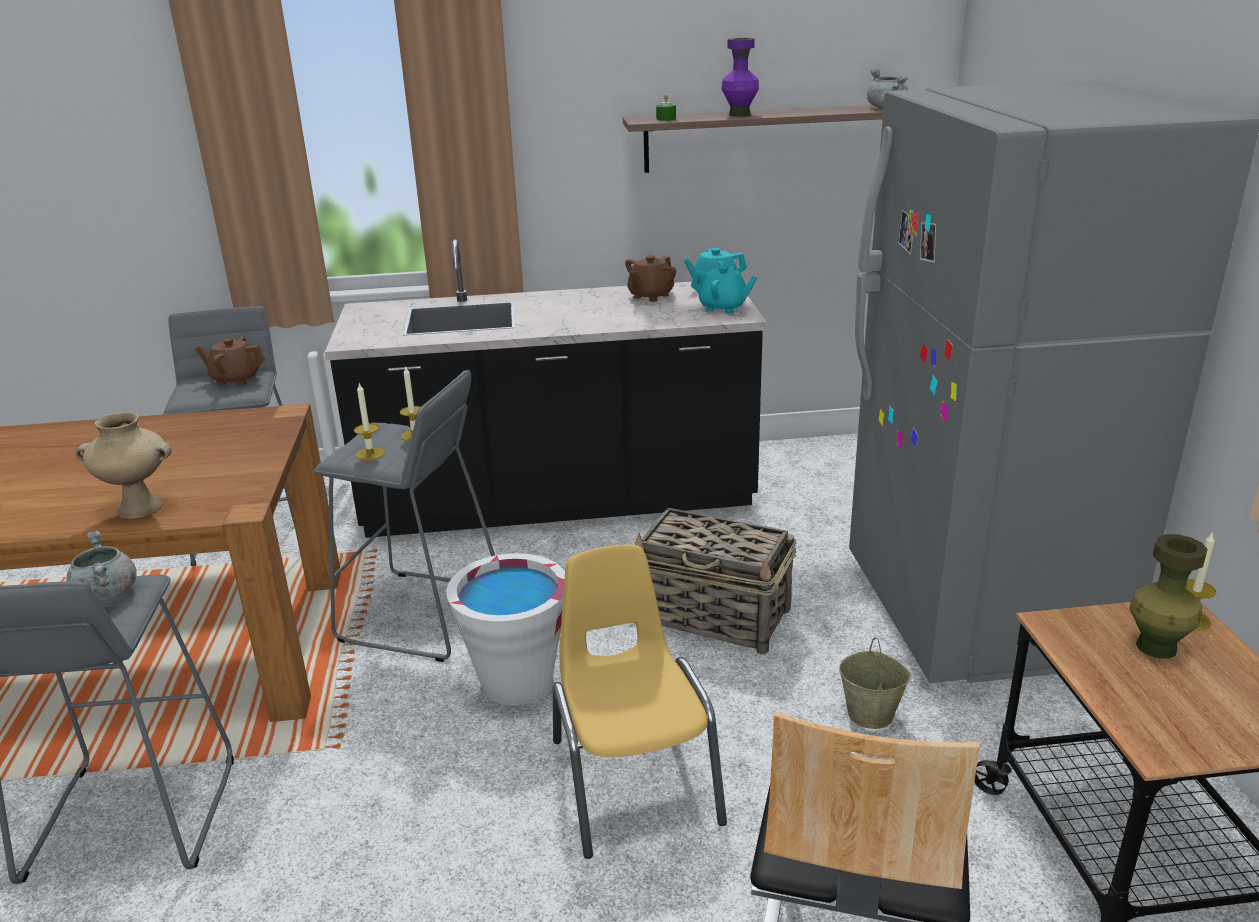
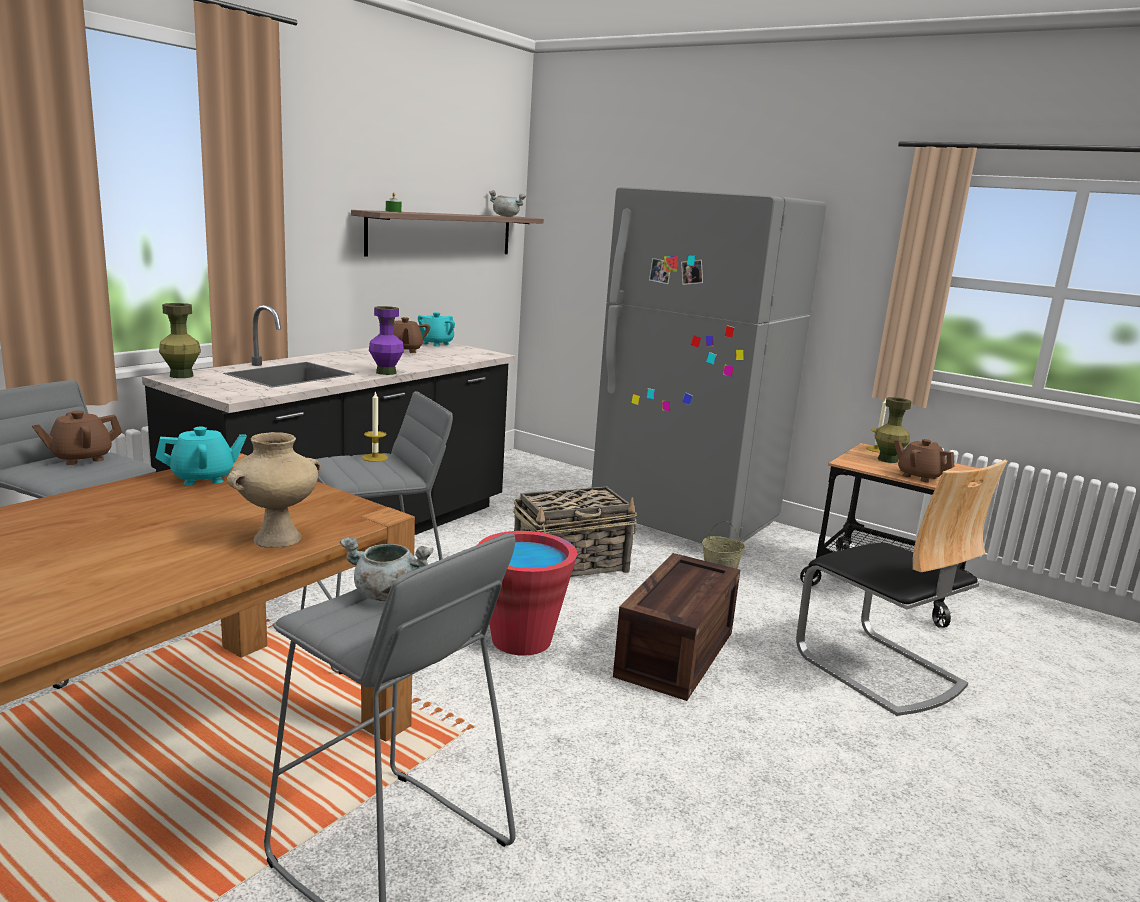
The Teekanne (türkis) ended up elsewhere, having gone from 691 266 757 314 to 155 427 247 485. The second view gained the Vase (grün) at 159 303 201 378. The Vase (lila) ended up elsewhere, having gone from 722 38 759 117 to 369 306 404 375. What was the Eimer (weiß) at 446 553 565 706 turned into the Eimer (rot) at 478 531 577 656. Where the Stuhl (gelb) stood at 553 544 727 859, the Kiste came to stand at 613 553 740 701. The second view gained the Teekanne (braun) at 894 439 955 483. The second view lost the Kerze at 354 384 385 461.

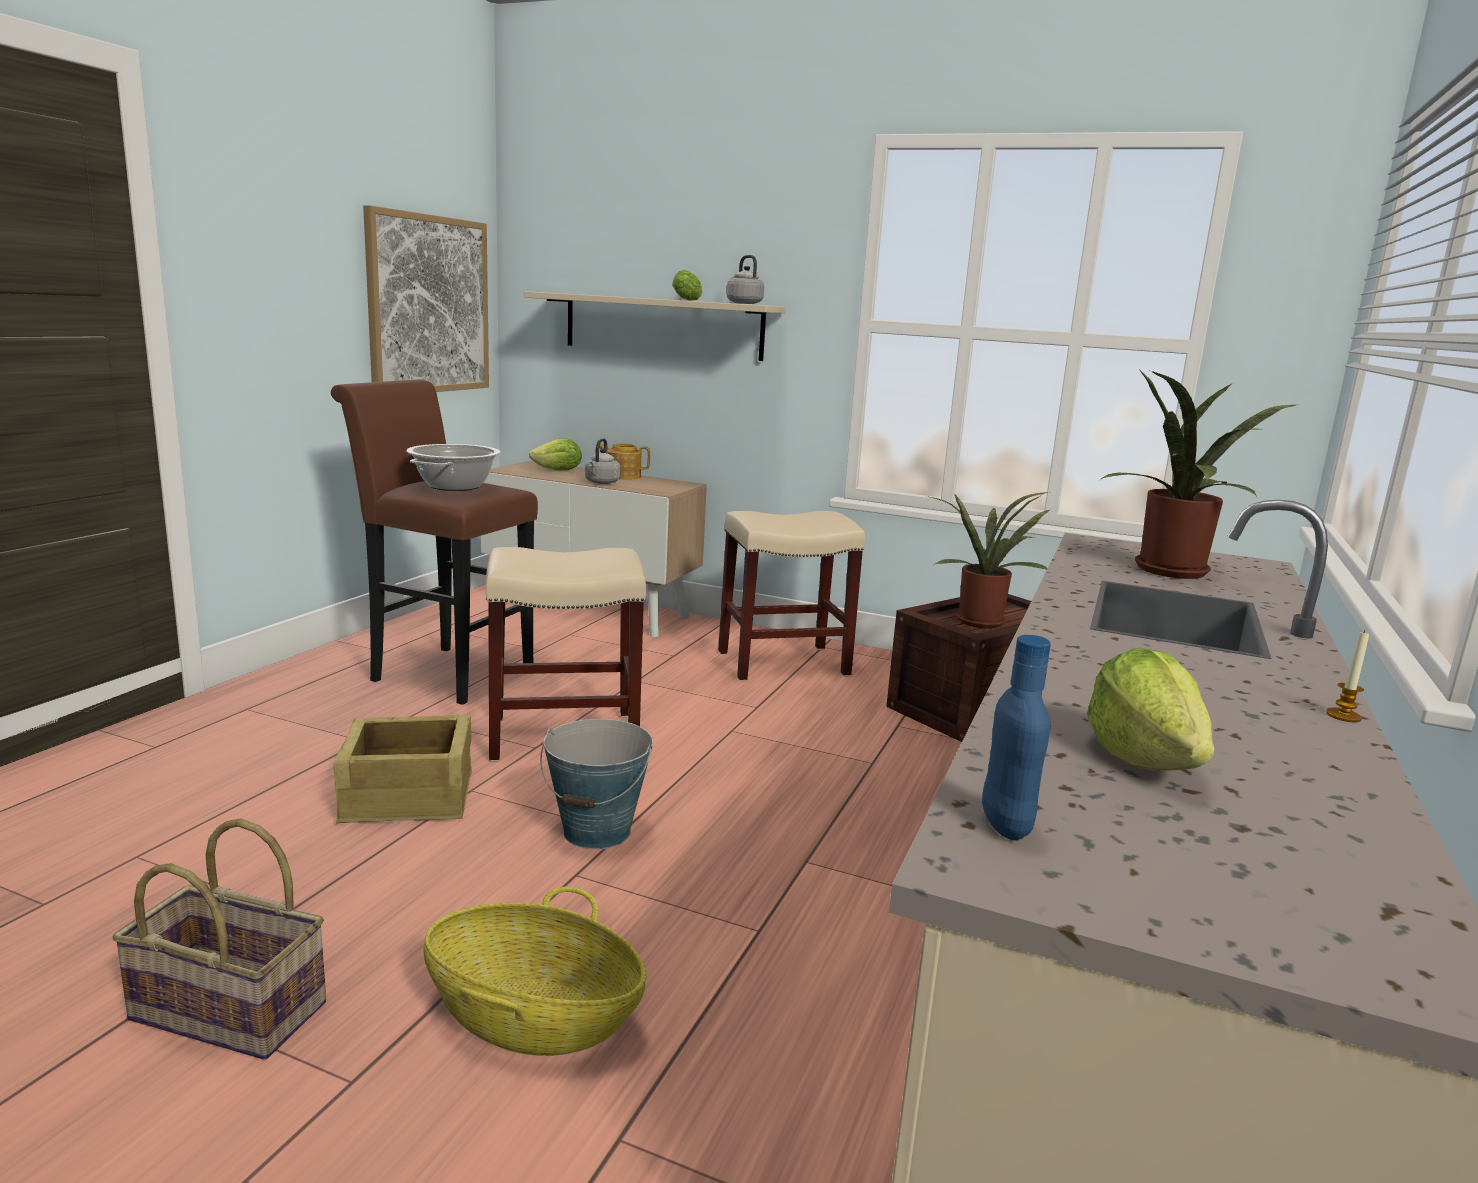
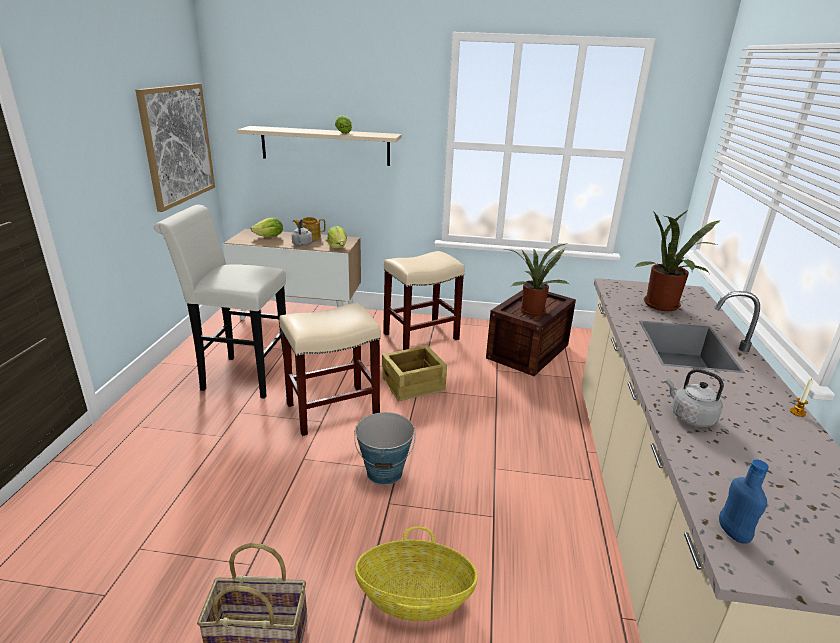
What was the Hocker (braun) at 331 379 538 705 turned into the Hocker (weiß) at 154 205 286 399. The Salatkopf ended up elsewhere, having gone from 1087 647 1214 771 to 327 226 347 249. The Kiste ended up elsewhere, having gone from 333 715 472 824 to 382 345 447 402. The Wasserkessel (grau) ended up elsewhere, having gone from 726 255 764 304 to 666 369 724 427. The second view lost the Kochtopf at 406 444 501 491.

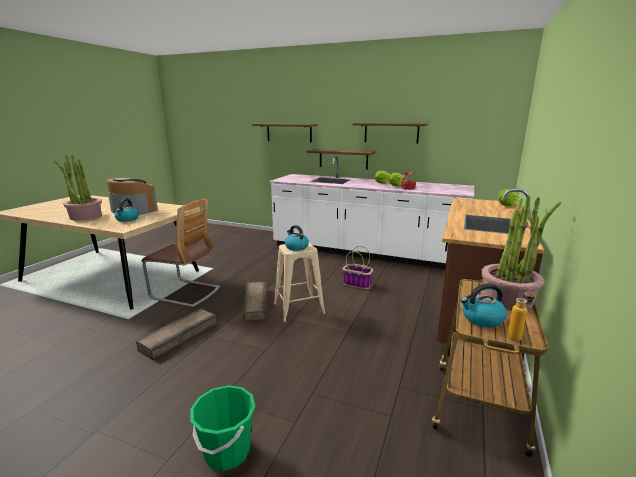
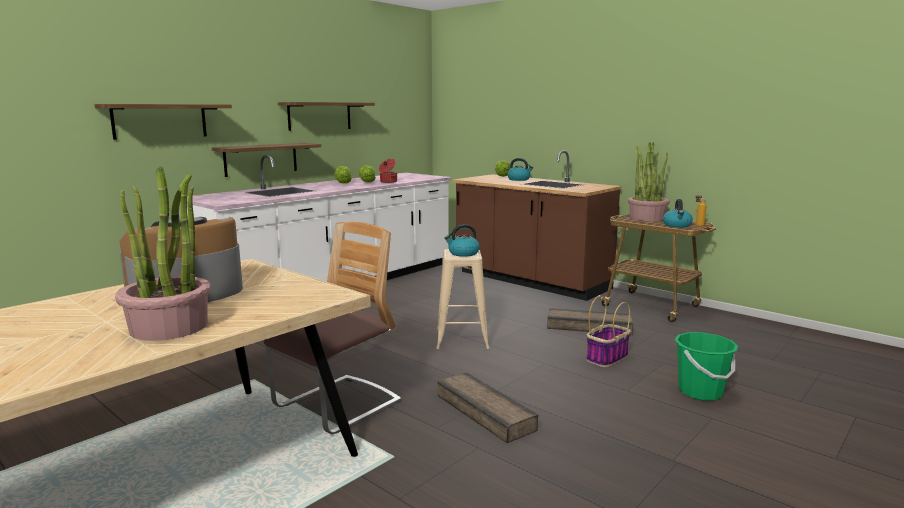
The Wasserkessel ended up elsewhere, having gone from 115 199 139 222 to 508 158 533 181. The Kiste ended up elsewhere, having gone from 243 282 267 322 to 547 308 634 335. The Korb ended up elsewhere, having gone from 343 246 373 289 to 586 296 631 367.

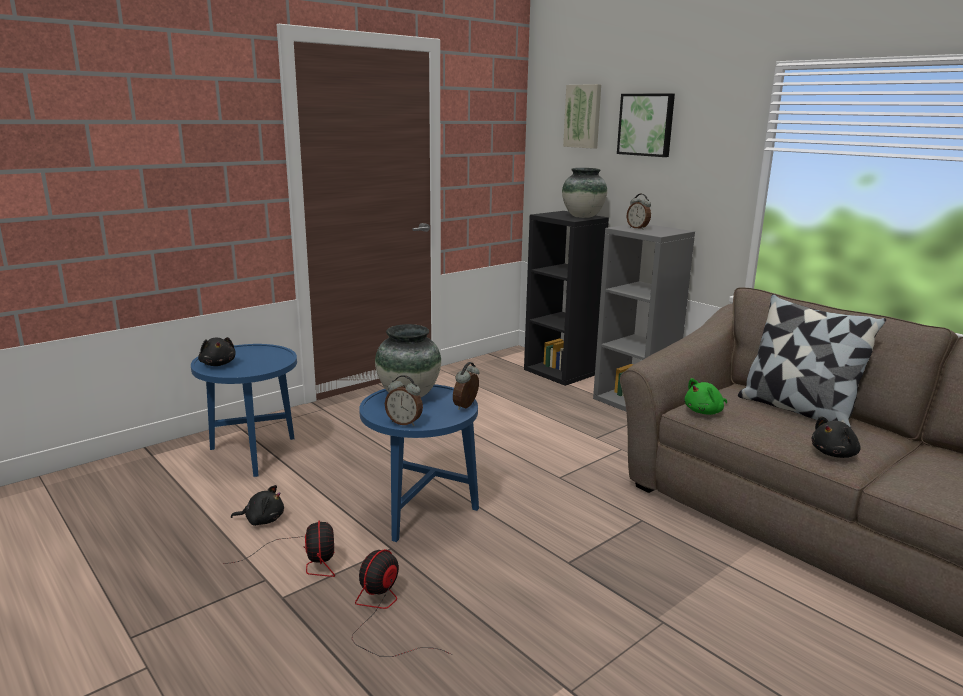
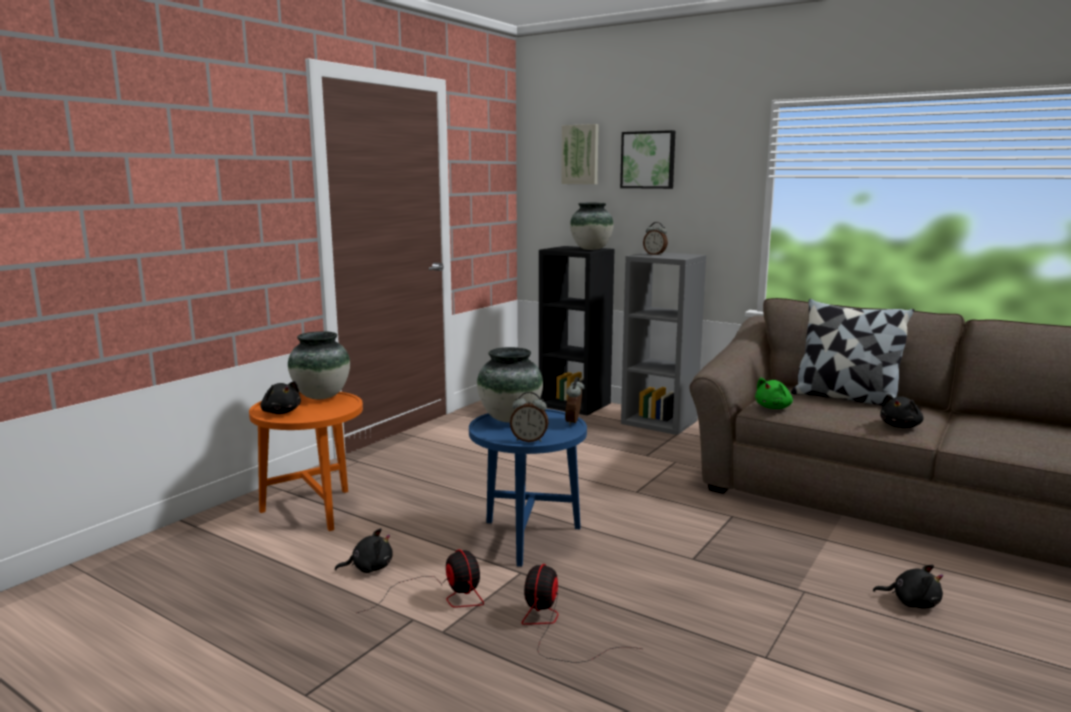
What was the Beistelltisch (blau) at 191 344 297 477 turned into the Beistelltisch (orange) at 249 392 363 531. The second view gained the Vase at 288 331 350 399. The second view gained the Plüschtier (schwarz) at 873 565 943 609.

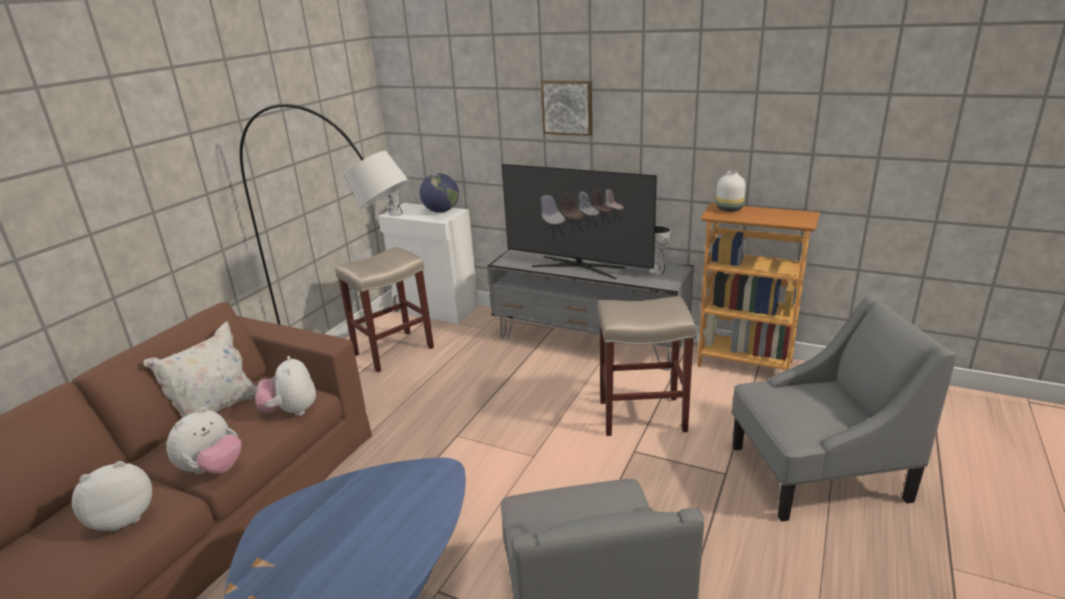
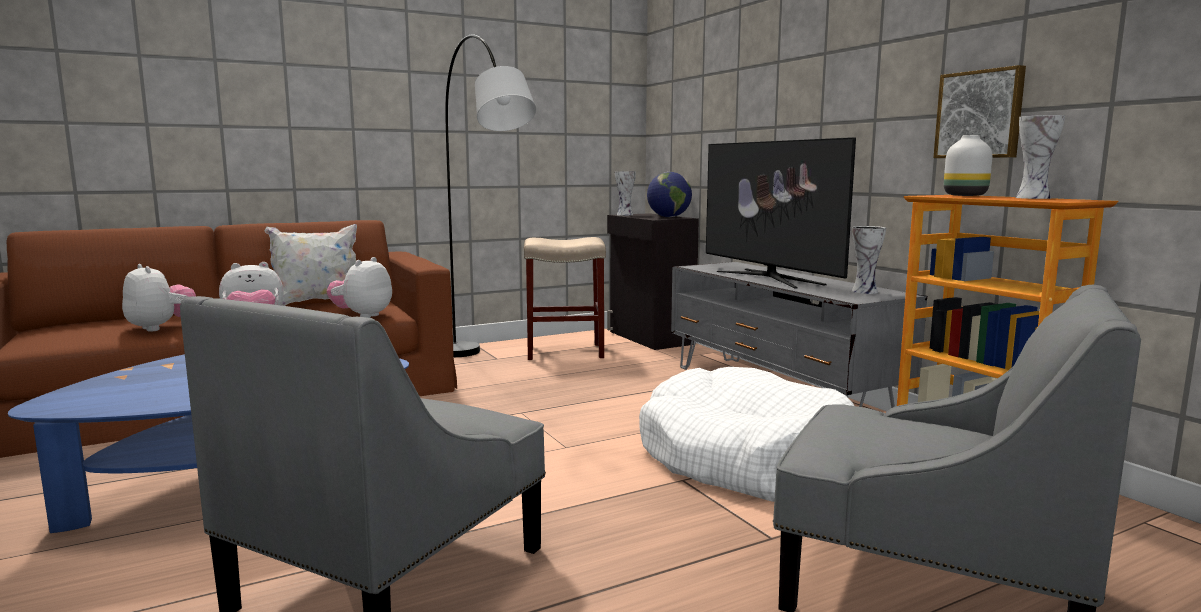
The Plüschtier at 72 461 152 532 ended up facing another way, 45 degrees clockwise from before. What was the Schrank (weiß) at 378 203 478 324 turned into the Schrank (schwarz) at 607 213 699 350. Where the Hocker (beige) stood at 598 296 696 436, the Hundebett (weiß) came to stand at 639 367 854 502. The Bild ended up elsewhere, having gone from 541 81 592 136 to 933 65 1026 158. The second view gained the Vase at 1016 115 1065 199.

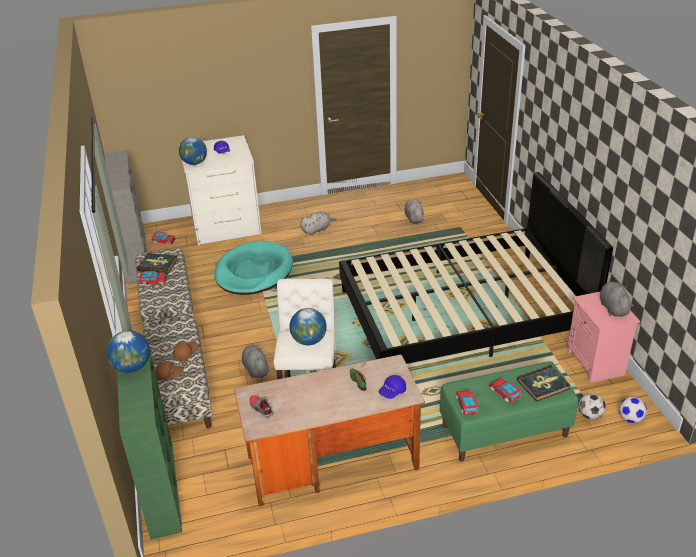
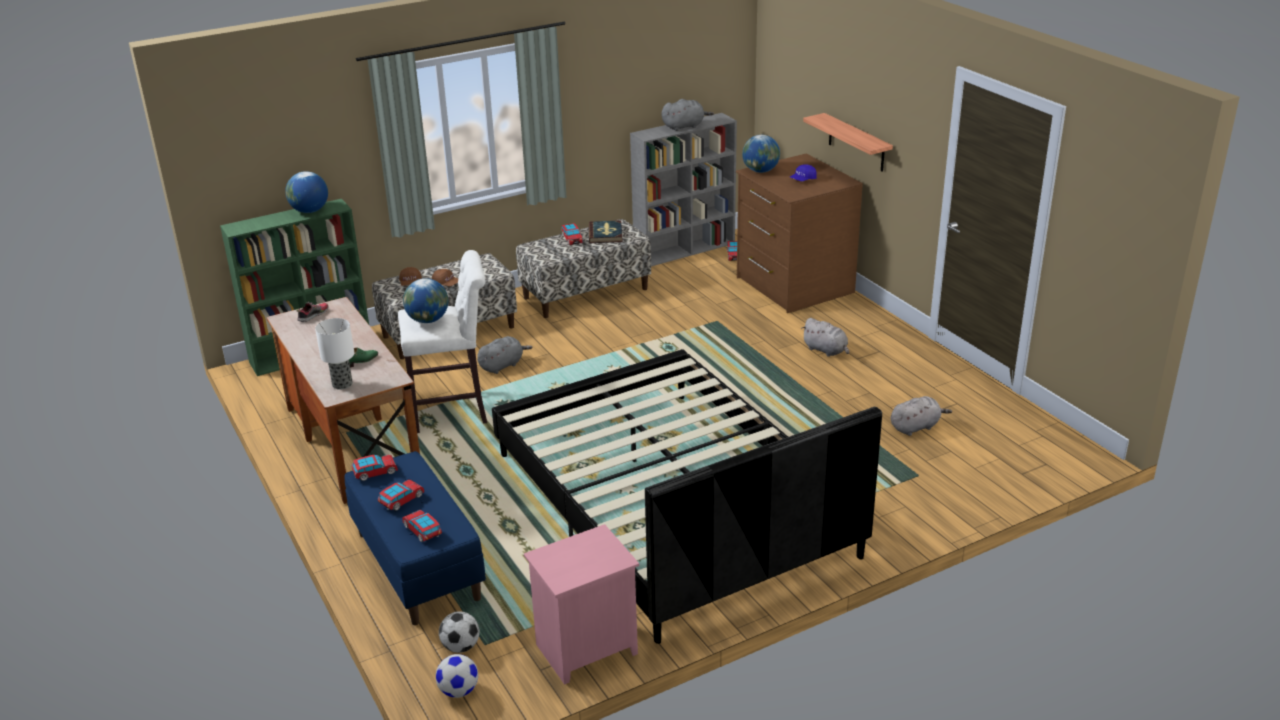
Where the Kappe (blau) stood at 379 375 406 399, the Tischlampe came to stand at 315 318 354 390. What was the Bank (grün) at 440 361 578 462 turned into the Bank (blau) at 345 451 486 625. Where the Buch stood at 517 365 570 402, the Spielzeugauto came to stand at 402 510 442 542. The Plüschtier (grau) ended up elsewhere, having gone from 600 282 634 317 to 662 99 714 131. What was the Kommode (weiß) at 179 135 262 246 turned into the Kommode (braun) at 736 154 863 313. The second view gained the Wandregal at 803 113 893 172. The second view lost the Hundebett (türkis) at 214 241 293 295.

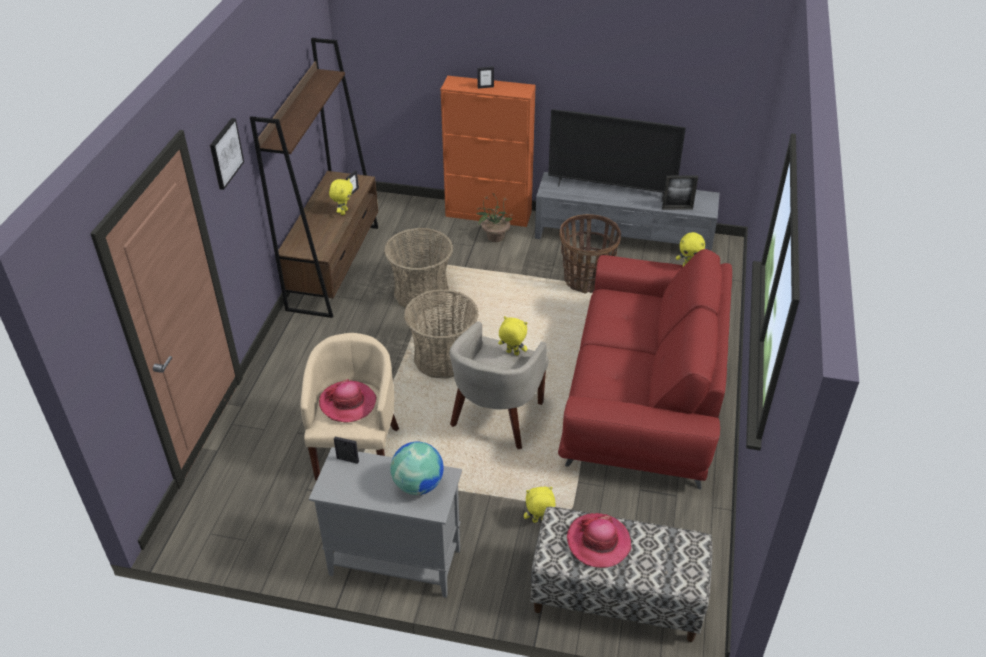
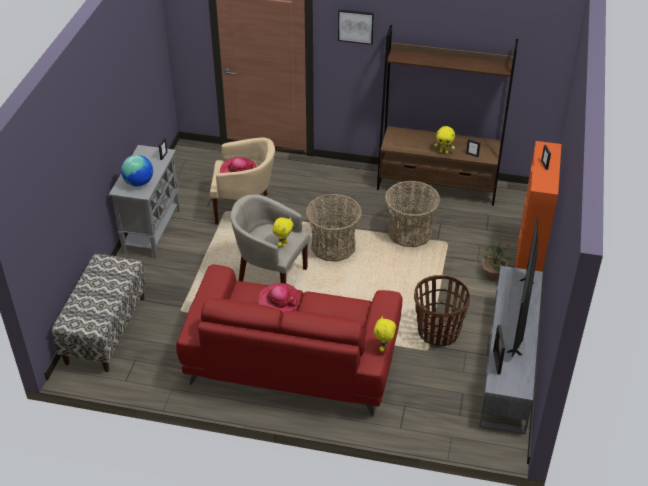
The Hut ended up elsewhere, having gone from 567 513 631 568 to 258 283 300 313. The second view lost the Plüschtier (gelb) at 524 487 556 523.

